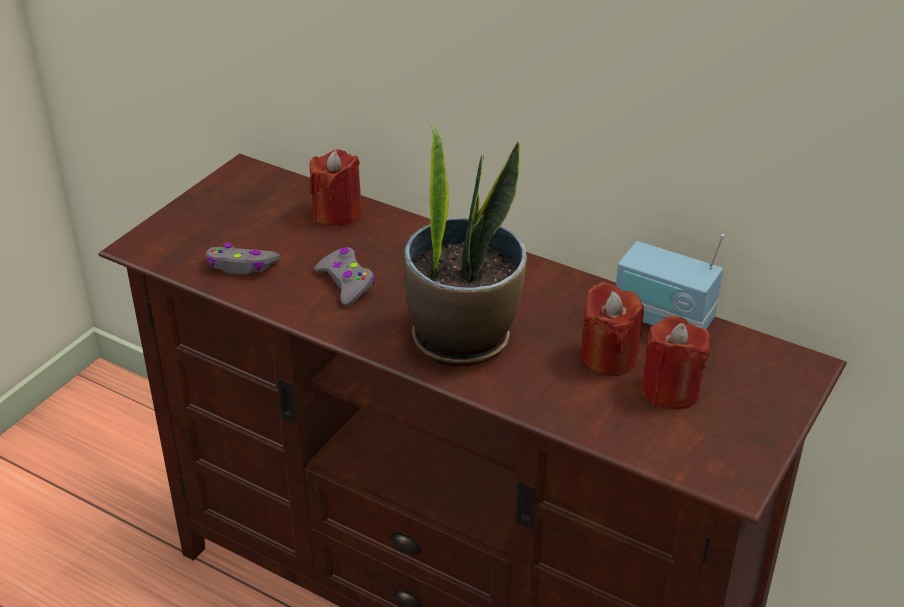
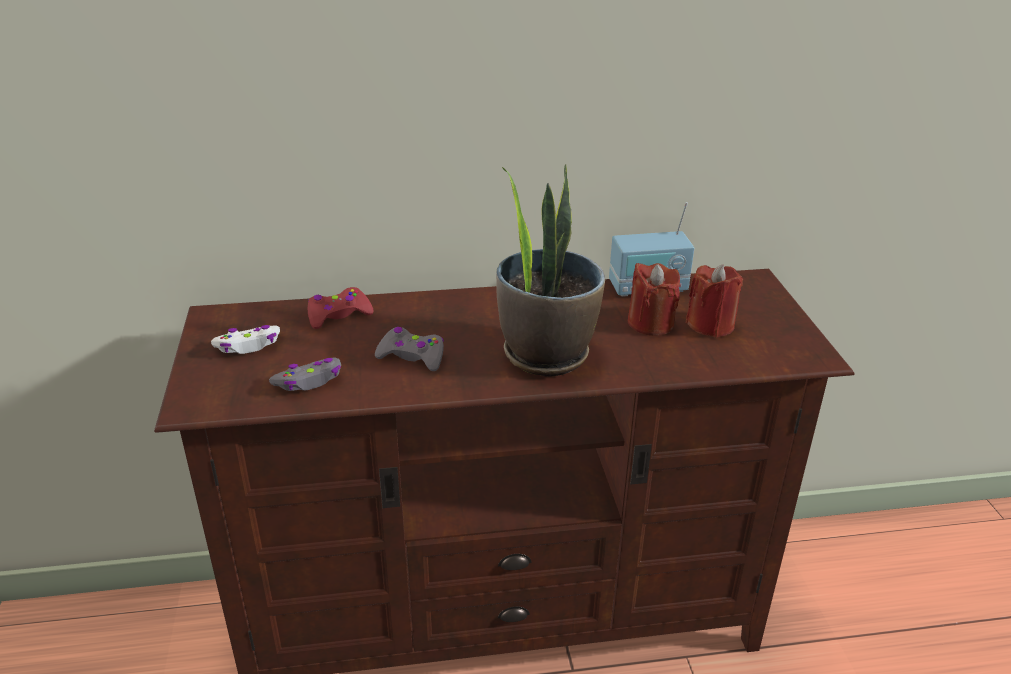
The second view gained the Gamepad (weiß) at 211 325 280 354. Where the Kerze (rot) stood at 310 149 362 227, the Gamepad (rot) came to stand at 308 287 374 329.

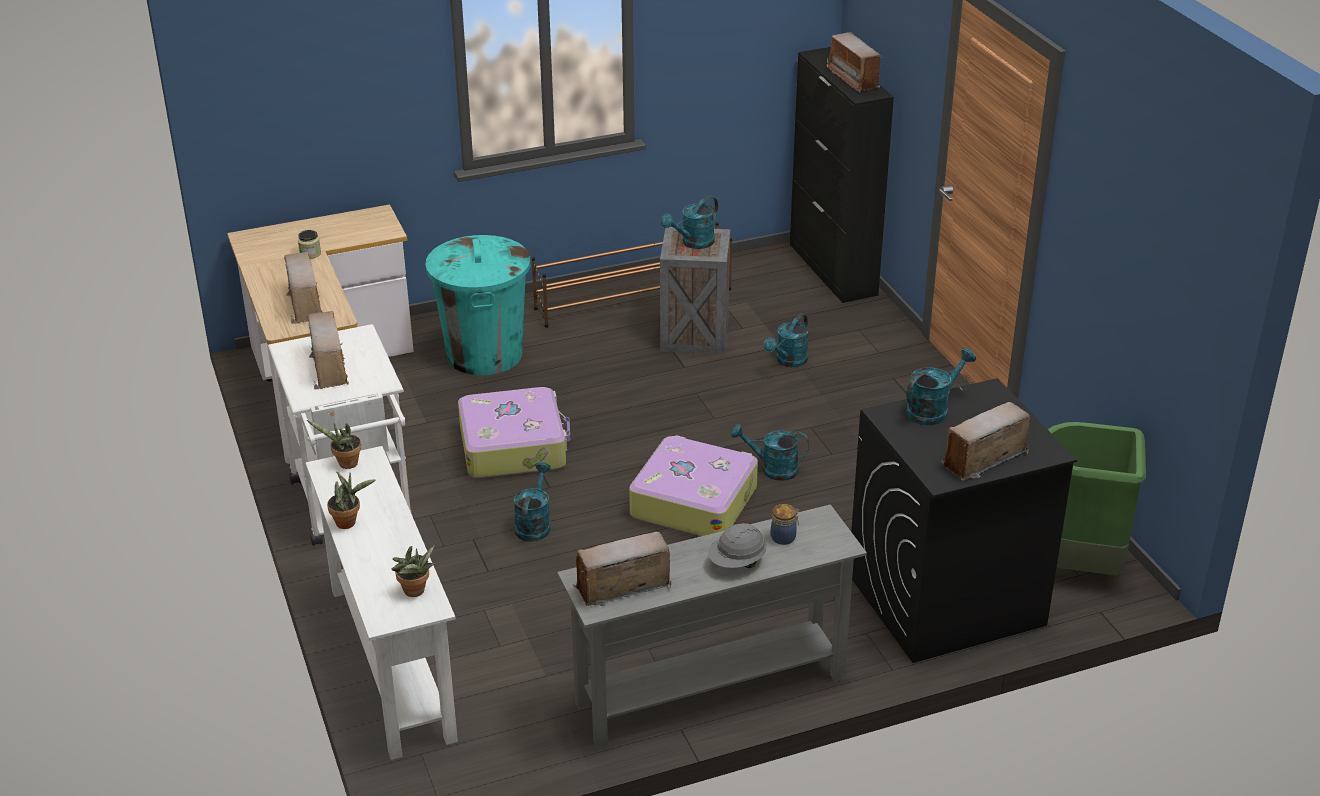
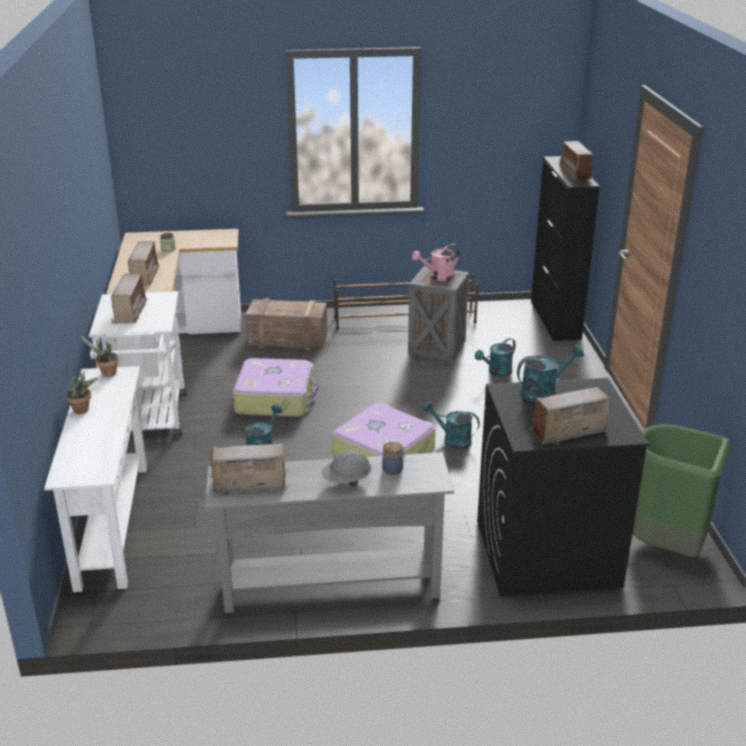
Where the Mülleimer (türkis) stood at 425 235 530 375, the Kiste came to stand at 245 298 328 350. What was the Gießkanne (türkis) at 661 196 718 249 turned into the Gießkanne (rosa) at 412 244 460 281. The second view lost the Topfpflanze at 391 545 435 597.

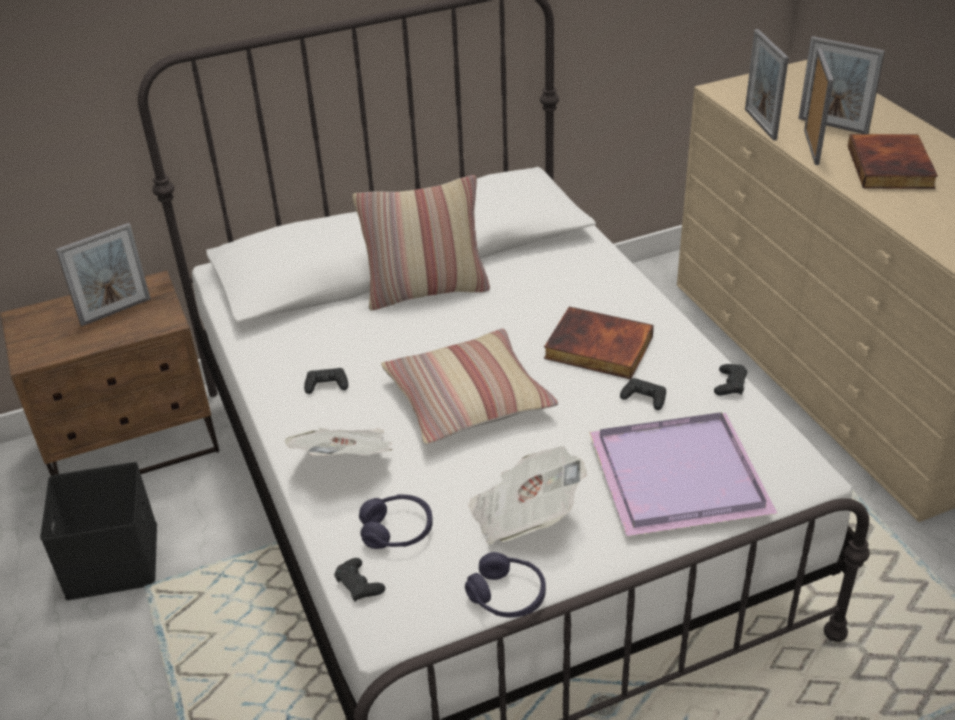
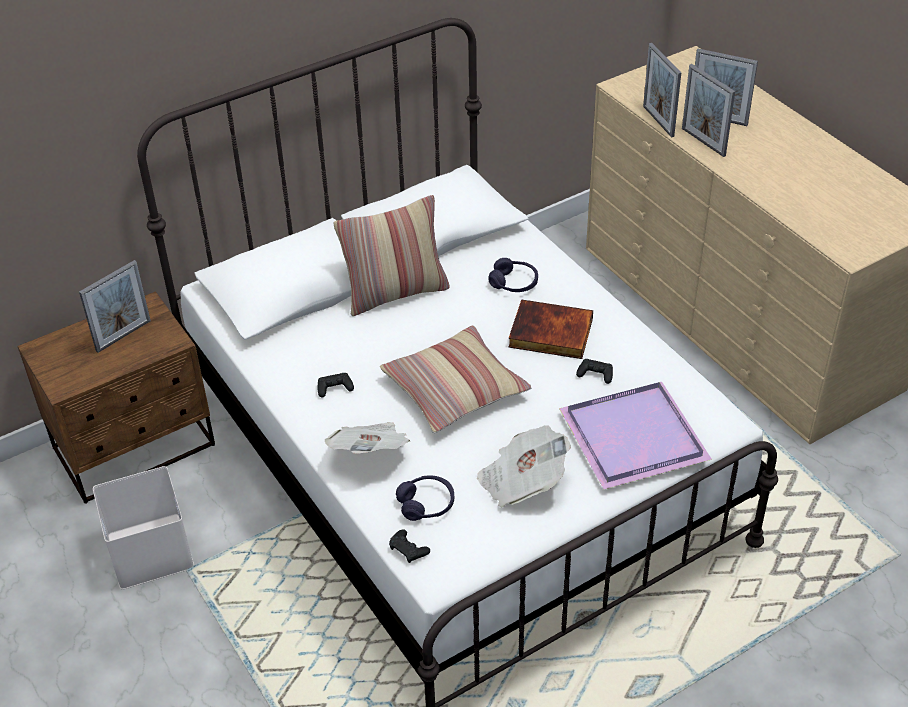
What was the Aufbewahrungsbox (schwarz) at 40 462 157 601 turned into the Aufbewahrungsbox (weiß) at 93 466 194 590. The Kopfhörer (lila) ended up elsewhere, having gone from 465 552 546 618 to 488 258 538 292. The Bilderrahmen at 804 48 834 165 ended up facing another way, 150 degrees clockwise from before. The second view lost the Gamepad (schwarz) at 714 364 748 395. The second view lost the Buch at 848 134 938 189.

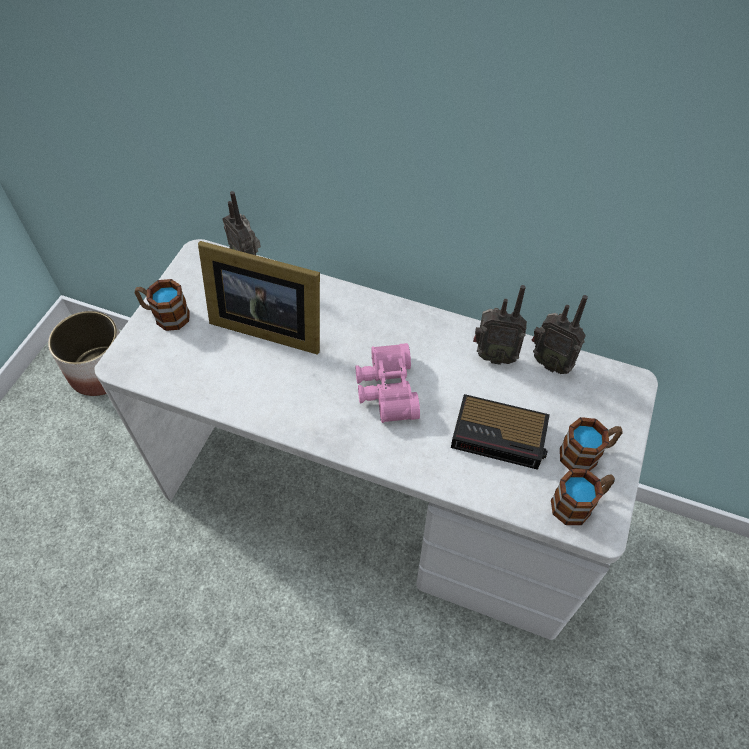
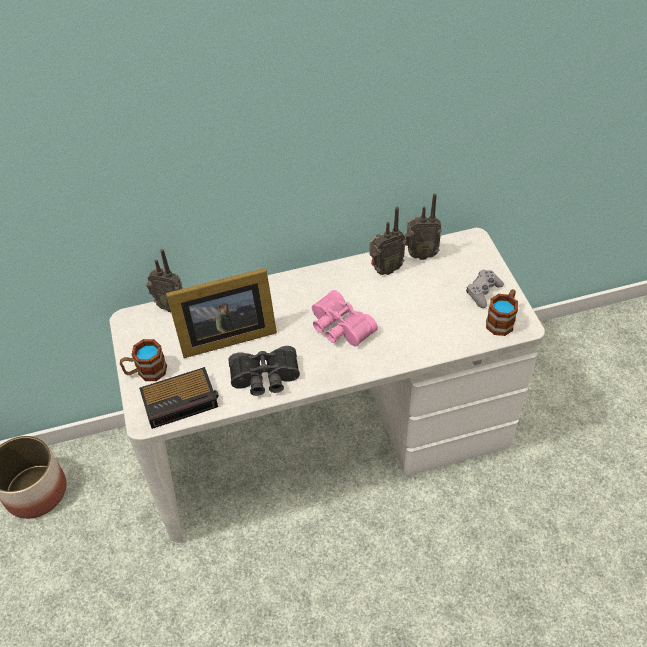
The Wecker ended up elsewhere, having gone from 451 394 550 470 to 139 367 219 429. The second view gained the Fernglas (schwarz) at 228 346 300 396. Where the Henkelbecher stood at 560 417 623 471, the Gamepad (grau) came to stand at 466 269 504 308.

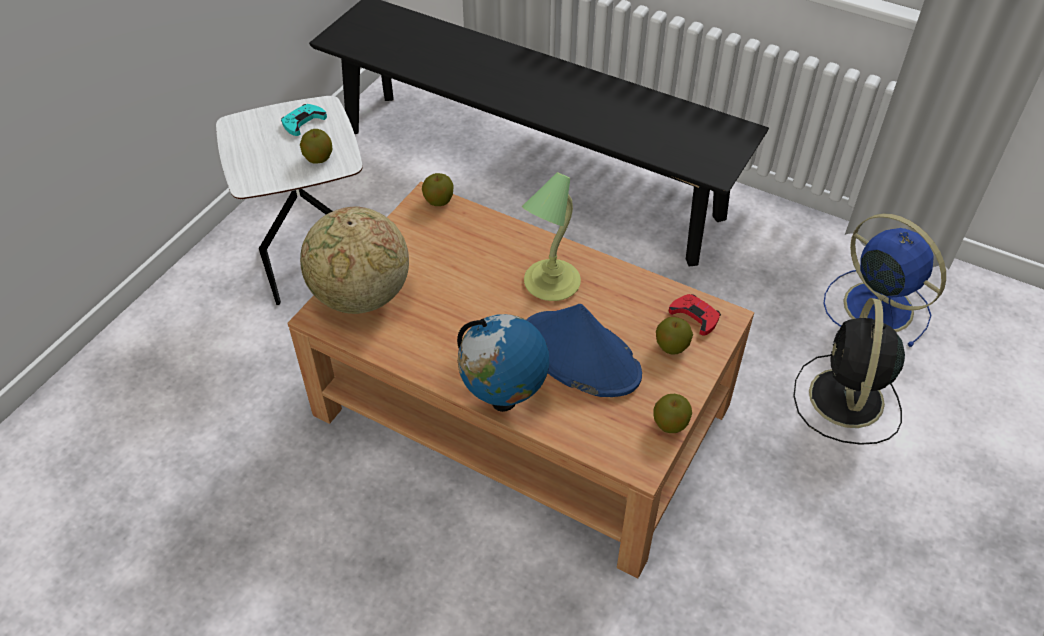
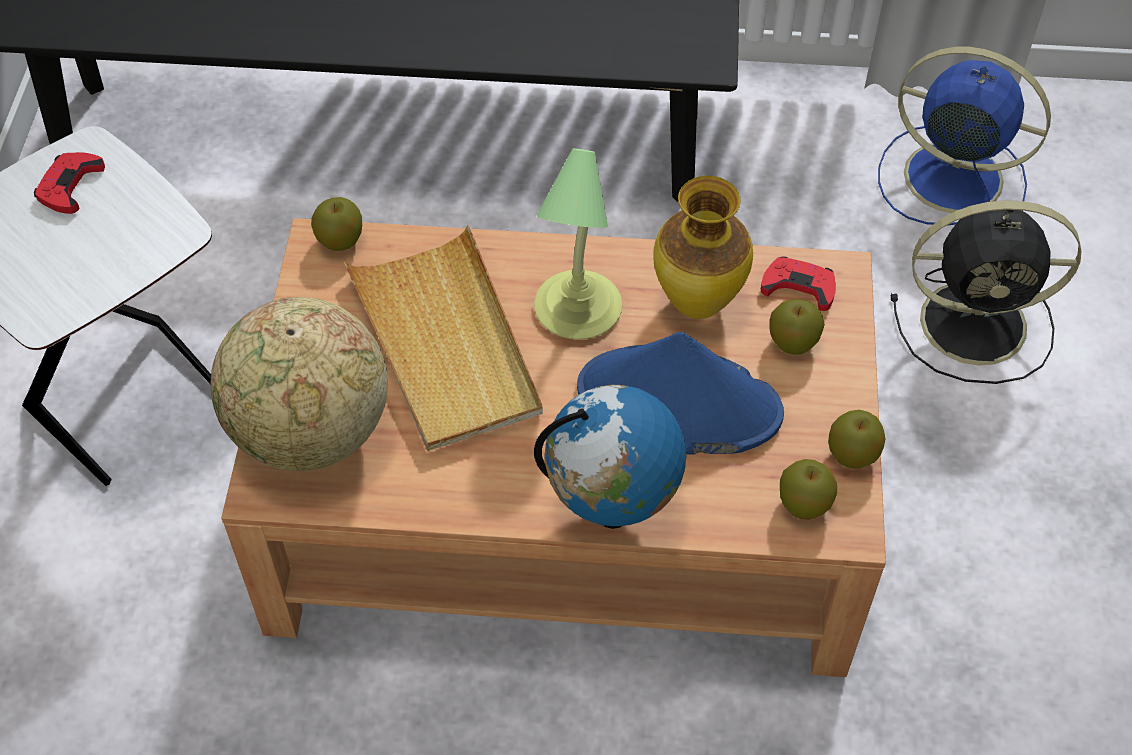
What was the Gamepad (türkis) at 281 104 327 136 turned into the Gamepad (rot) at 34 152 105 214. The second view gained the Tablett (beige) at 344 225 543 451. The second view gained the Vase at 653 176 753 319. The Apfel ended up elsewhere, having gone from 300 129 333 164 to 780 459 837 520. The Ventilator (schwarz) at 793 298 905 445 ended up facing another way, 75 degrees counterclockwise from before.

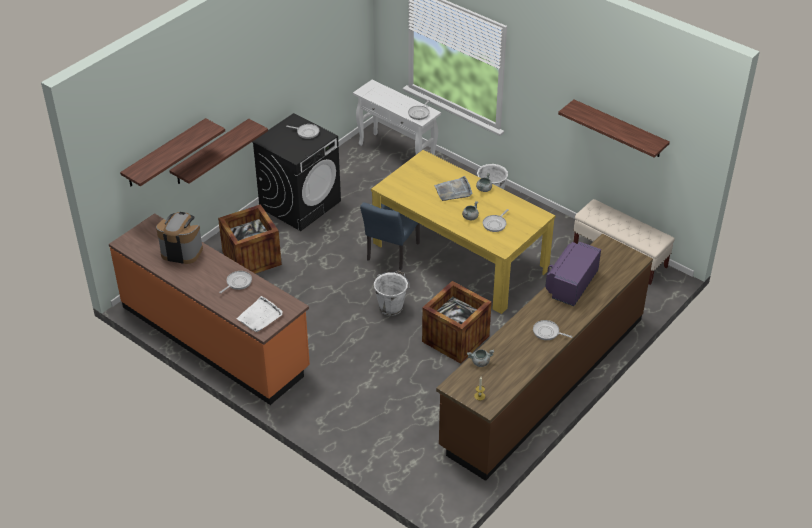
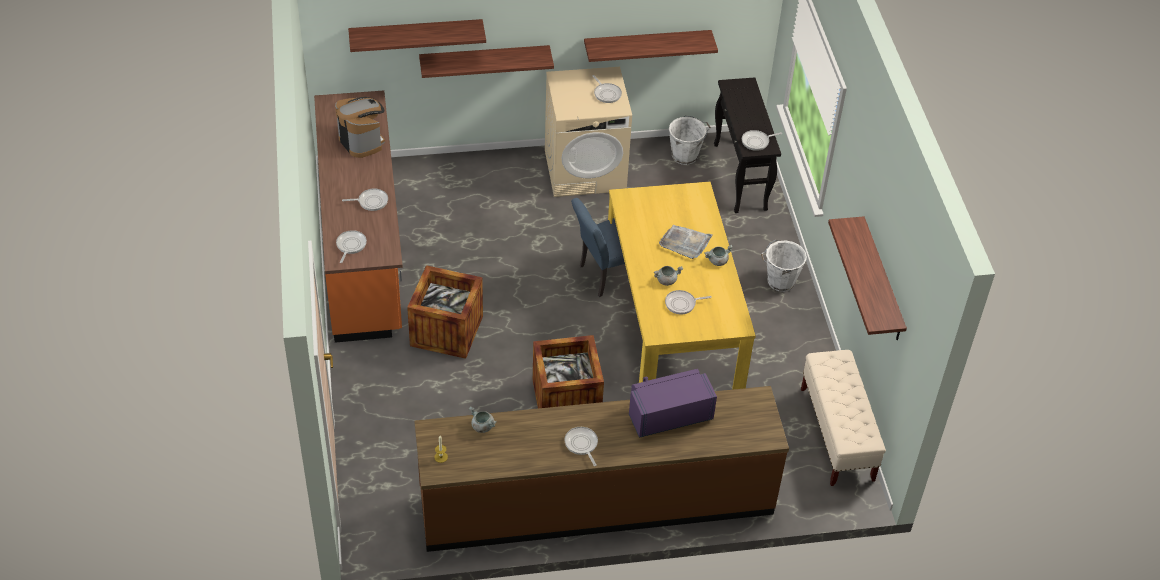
Where the Tablett (weiß) stood at 237 296 283 332, the Pfanne came to stand at 336 230 367 263. The Kiste ended up elsewhere, having gone from 218 204 282 274 to 407 265 483 359. What was the Waschmaschine (schwarz) at 252 113 341 231 turned into the Waschmaschine (beige) at 545 67 632 197. The second view gained the Wandregal at 584 30 718 62. The Eimer (weiß) ended up elsewhere, having gone from 374 271 410 316 to 669 116 711 165. What was the Konsolentisch (weiß) at 353 80 441 155 turned into the Konsolentisch (schwarz) at 714 77 781 213.

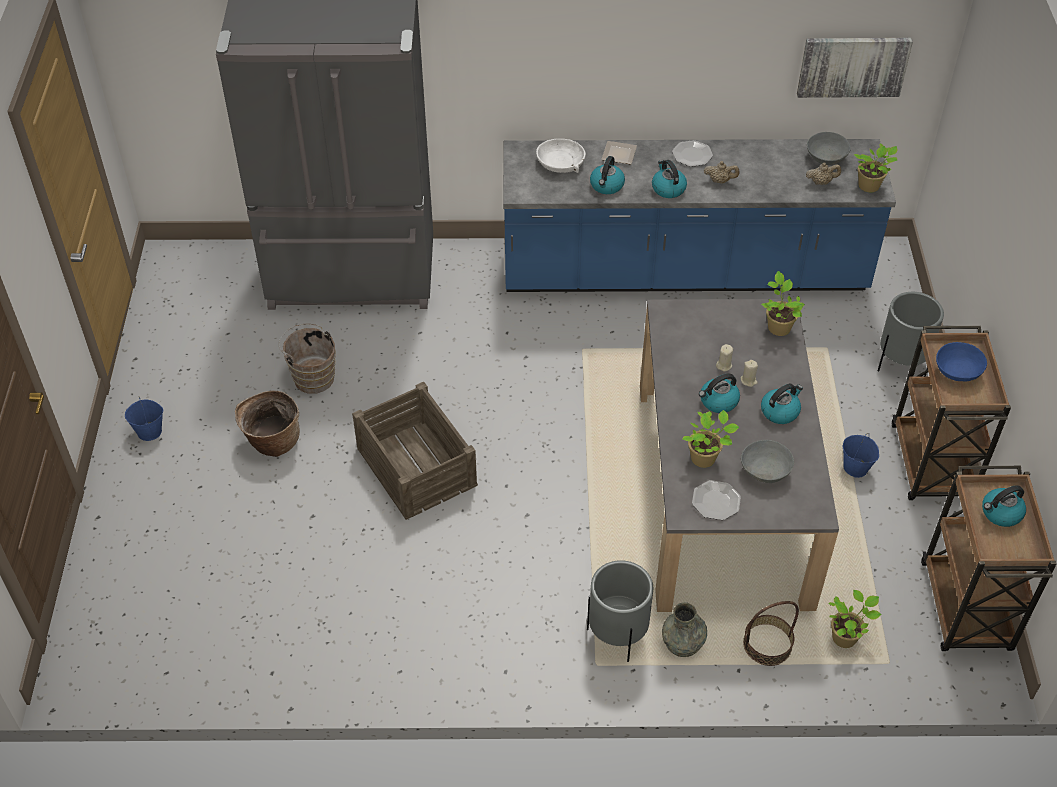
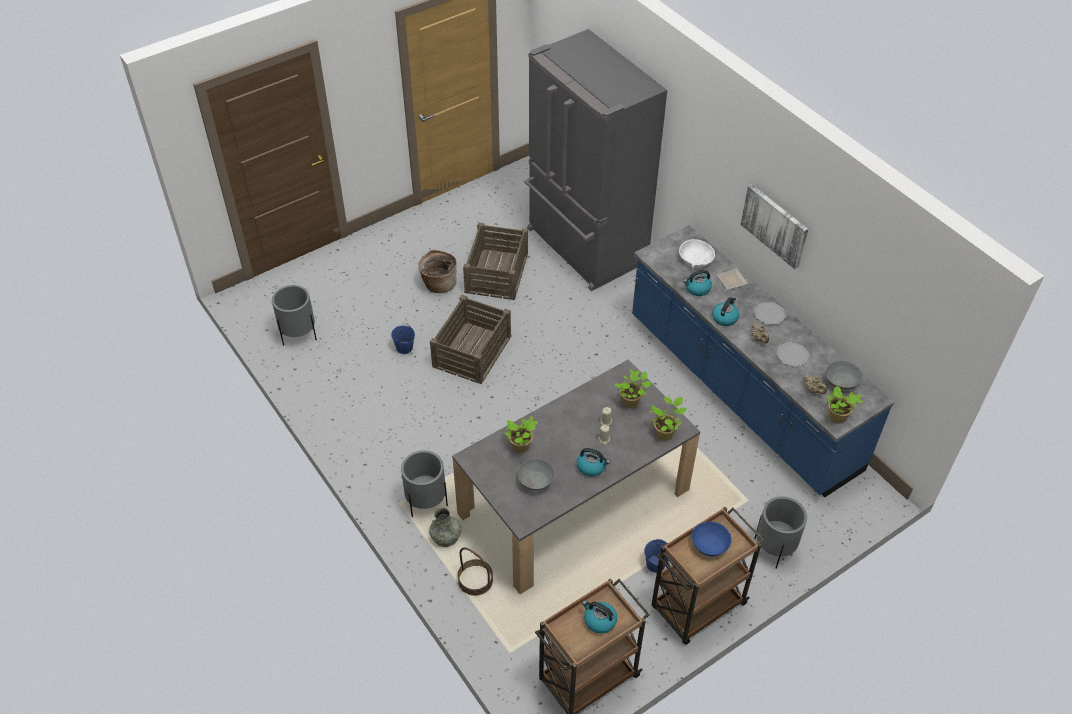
The second view gained the Pflanzkübel (grau) at 272 285 317 346. The Eimer (blau) ended up elsewhere, having gone from 125 397 164 441 to 391 323 415 354. Where the Eimer (braun) stood at 279 324 336 394, the Kiste came to stand at 463 222 528 300. The Topfpflanze ended up elsewhere, having gone from 829 590 881 648 to 614 369 652 408. The Bild ended up elsewhere, having gone from 797 38 913 98 to 740 184 808 269. The Teller ended up elsewhere, having gone from 692 480 741 520 to 776 342 810 367. The second view lost the Wasserkessel at 699 374 740 413.

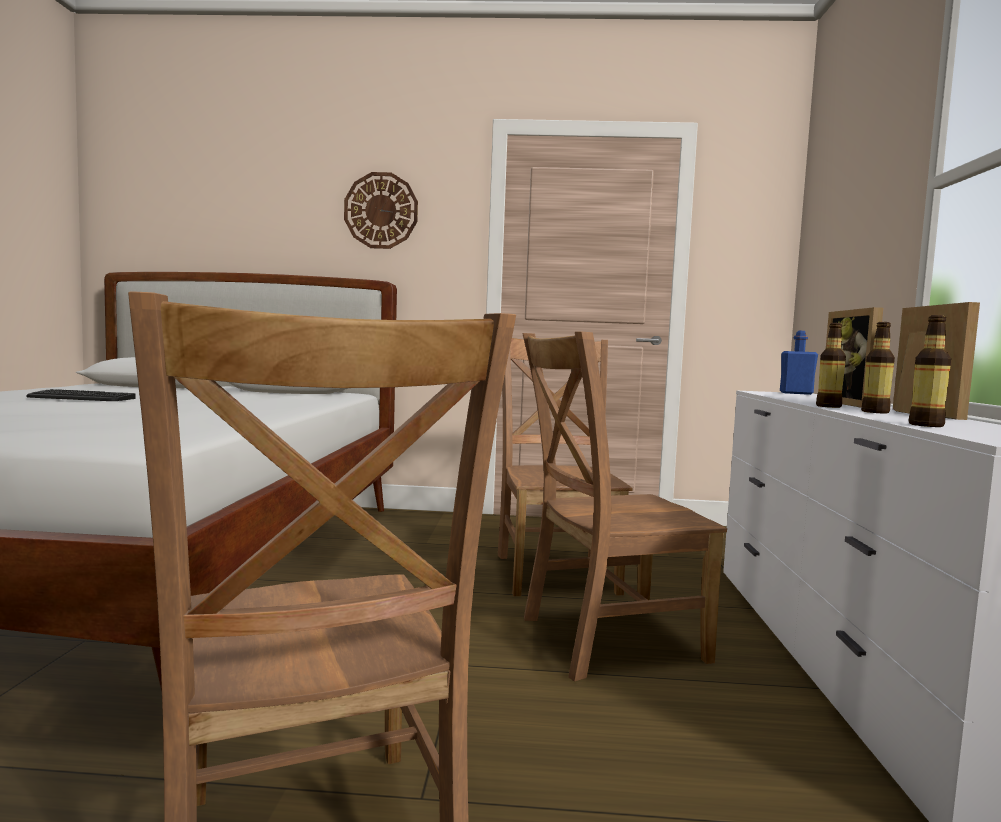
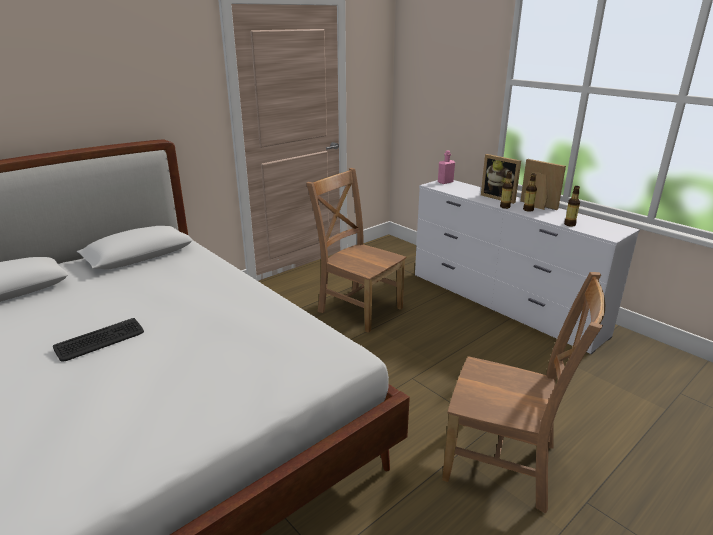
What was the Flasche (blau) at 780 331 818 395 turned into the Flasche (rosa) at 438 150 455 184. The second view lost the Wanduhr at 344 172 418 249. The second view lost the Stuhl (braun) at 522 332 727 681.

